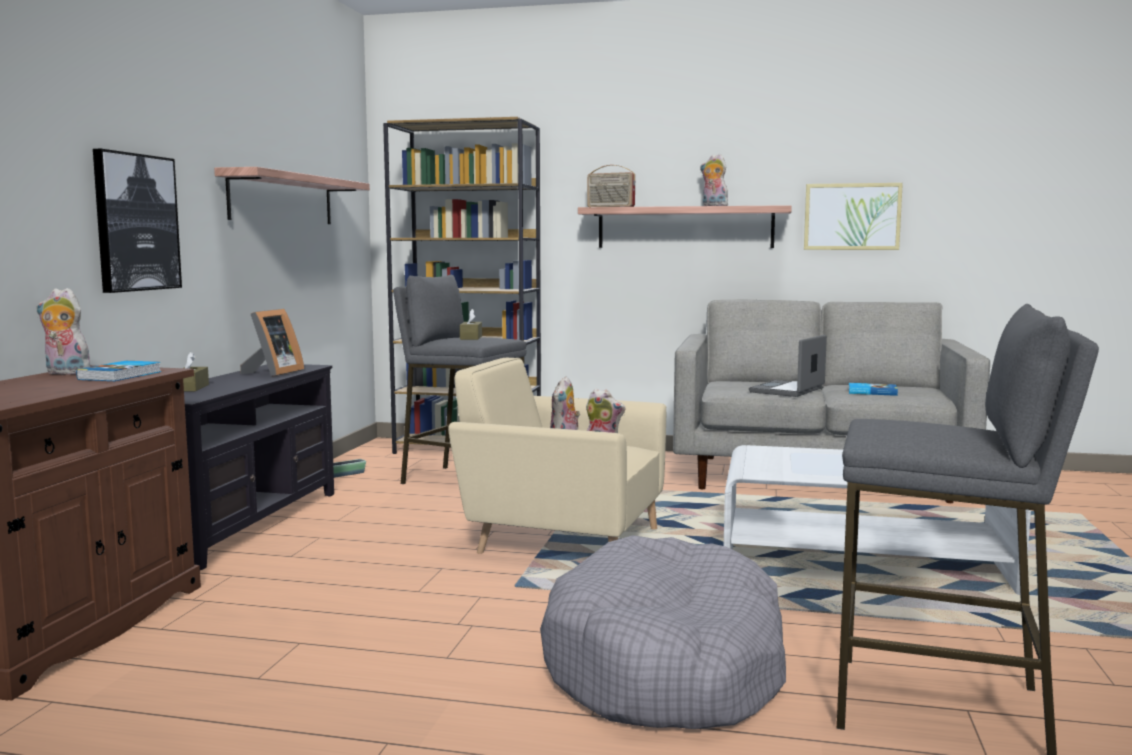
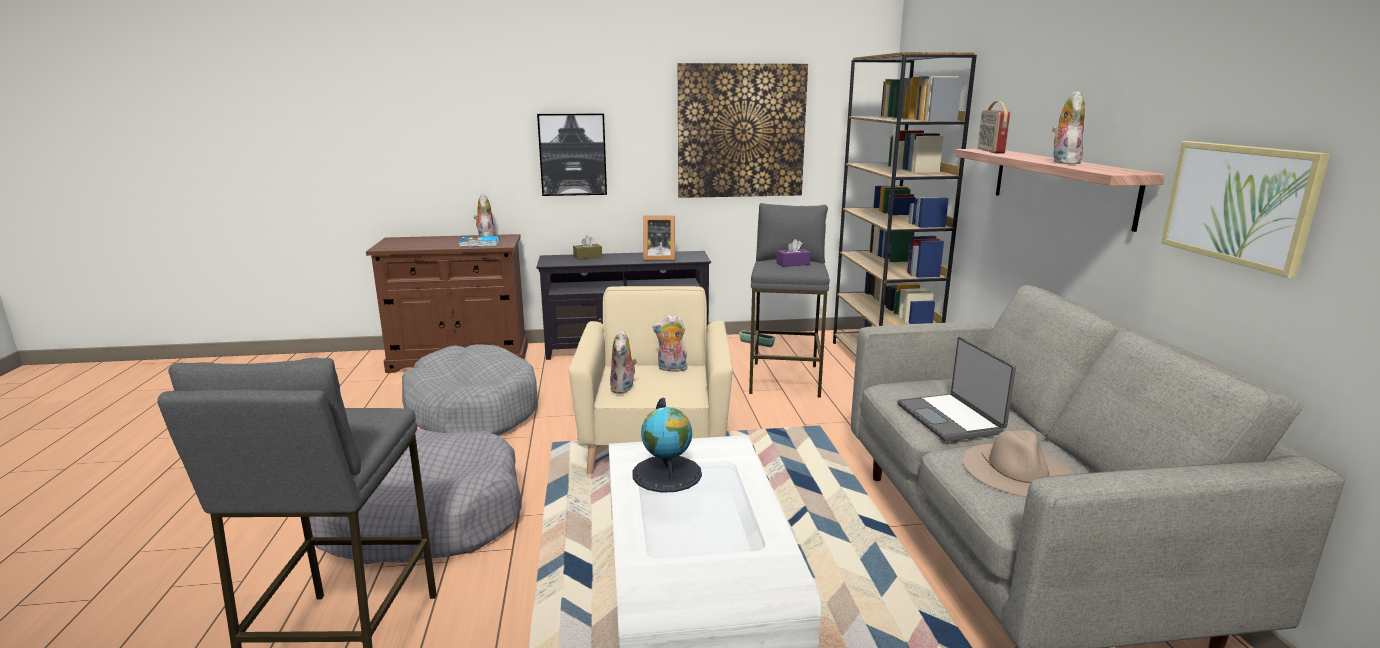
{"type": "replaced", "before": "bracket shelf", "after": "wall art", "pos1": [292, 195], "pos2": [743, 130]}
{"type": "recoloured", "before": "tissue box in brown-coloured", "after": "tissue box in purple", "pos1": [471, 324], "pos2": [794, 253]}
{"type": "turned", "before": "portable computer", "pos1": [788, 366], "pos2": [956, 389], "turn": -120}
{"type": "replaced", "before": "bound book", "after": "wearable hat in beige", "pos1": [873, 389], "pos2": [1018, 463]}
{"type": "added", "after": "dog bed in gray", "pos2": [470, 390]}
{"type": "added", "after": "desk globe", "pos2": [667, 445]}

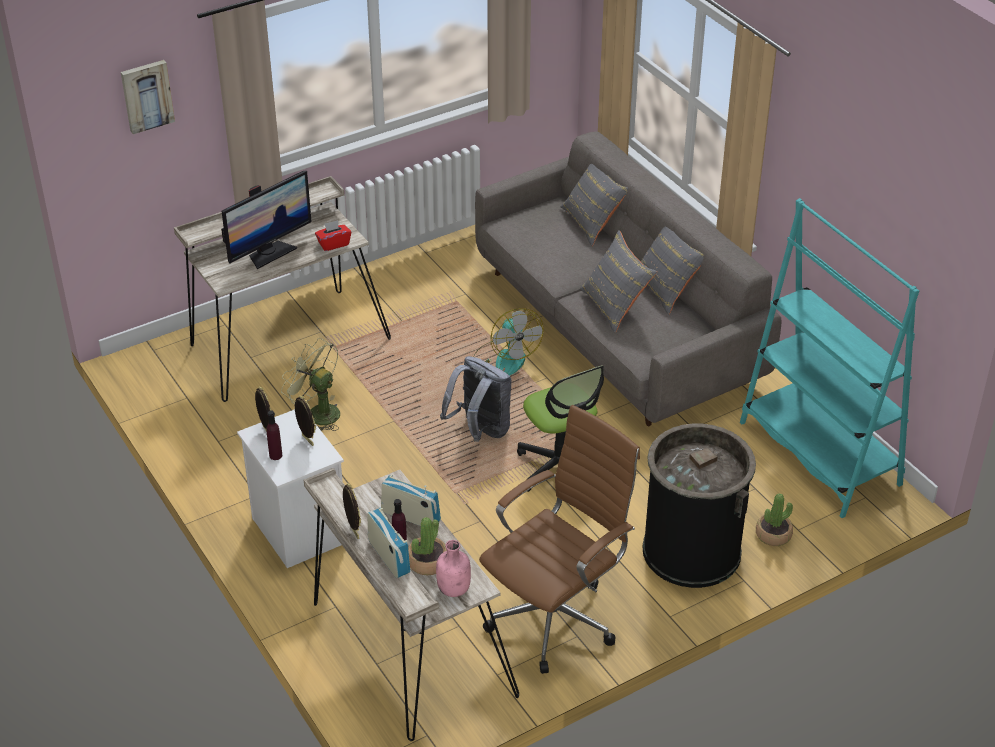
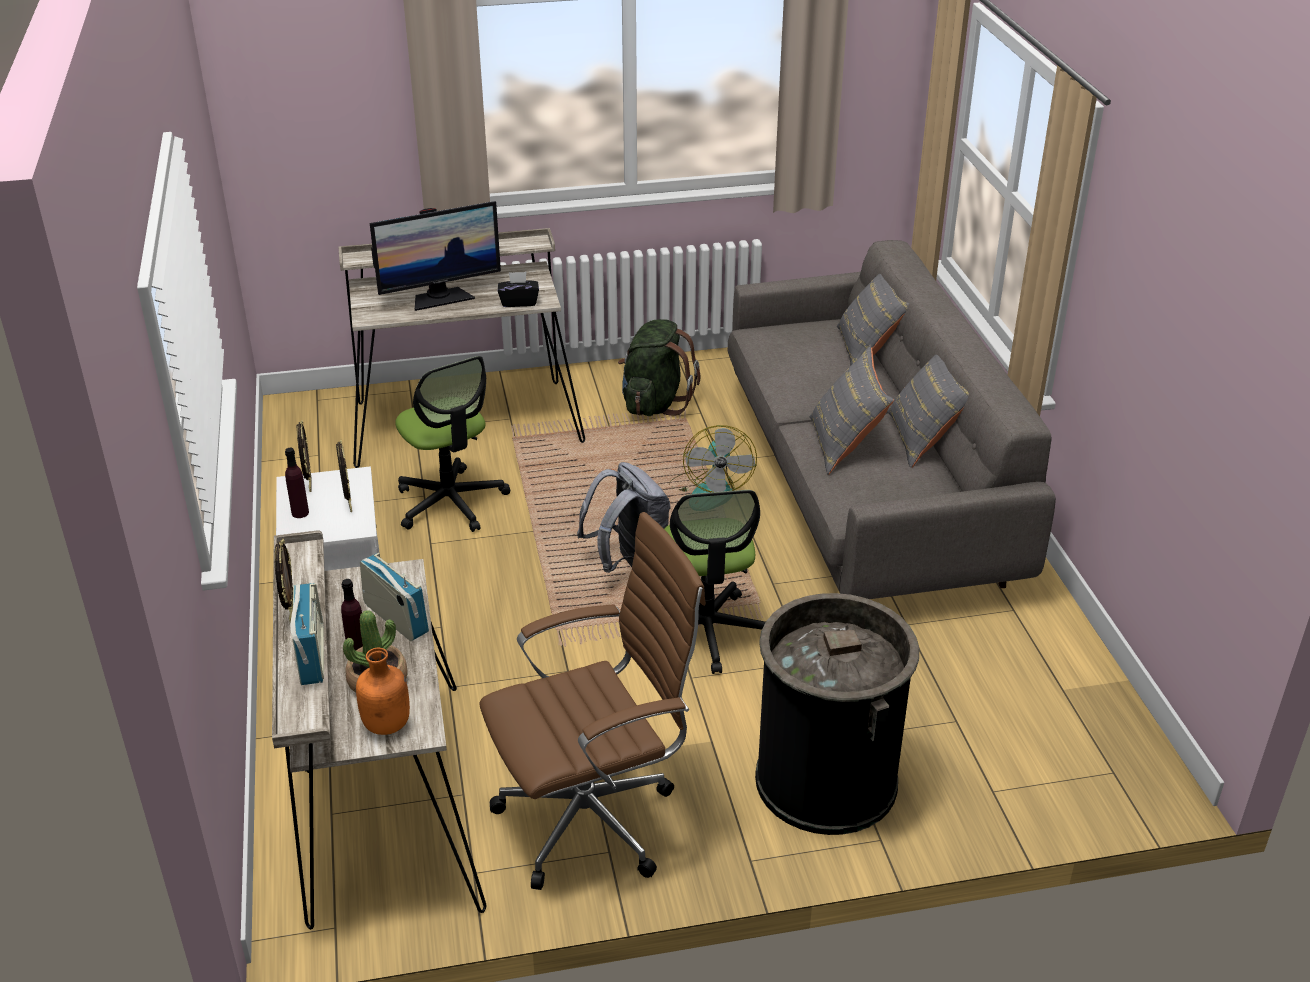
{"type": "removed", "before": "wall art", "pos1": [148, 97]}
{"type": "replaced", "before": "fan in green", "after": "computer chair", "pos1": [310, 384], "pos2": [452, 444]}
{"type": "recoloured", "before": "tissue box in reddish", "after": "tissue box in black", "pos1": [333, 235], "pos2": [518, 289]}
{"type": "recoloured", "before": "beverage bottle in pink-coloured", "after": "beverage bottle in orange", "pos1": [453, 568], "pos2": [383, 691]}
{"type": "removed", "before": "bookshelf in blue-green", "pos1": [829, 358]}
{"type": "removed", "before": "potted plant", "pos1": [774, 520]}
{"type": "added", "after": "rucksack in green", "pos2": [659, 367]}

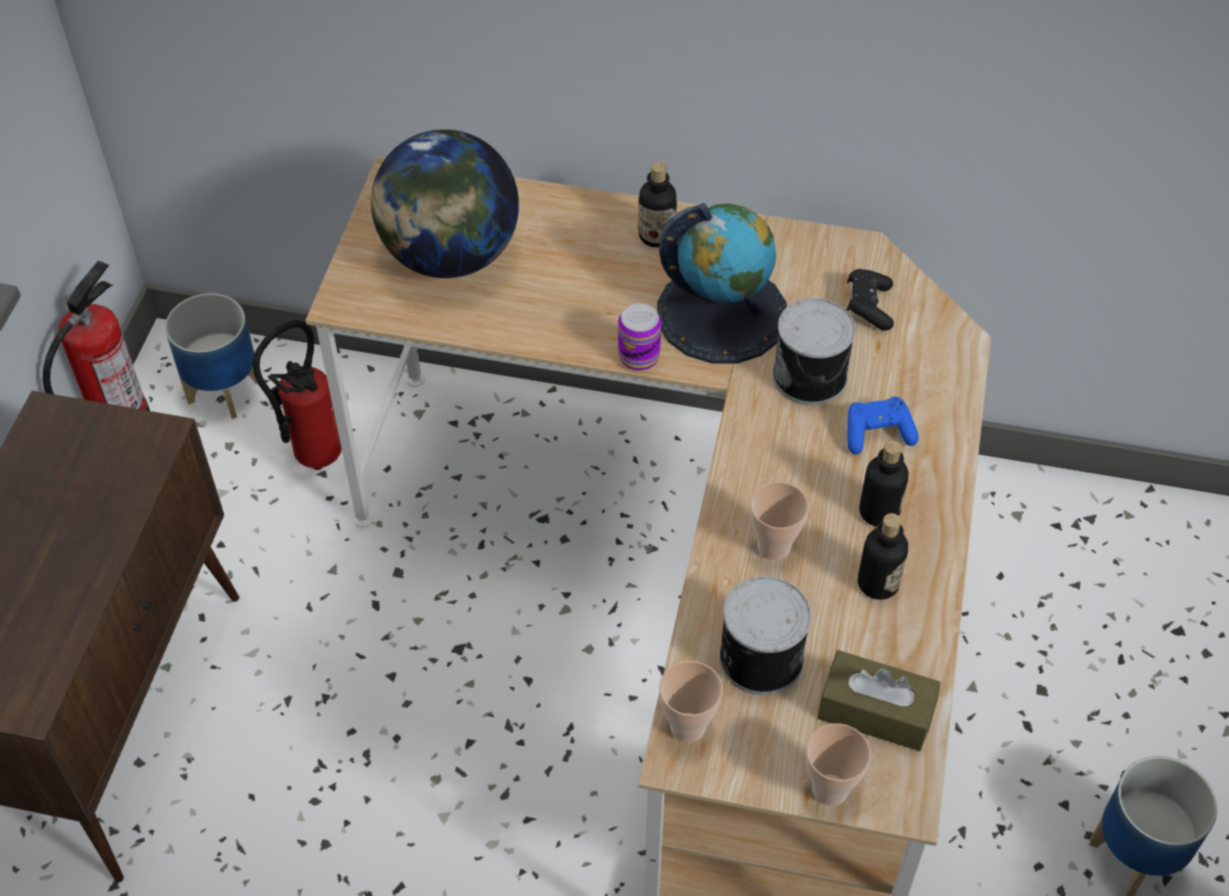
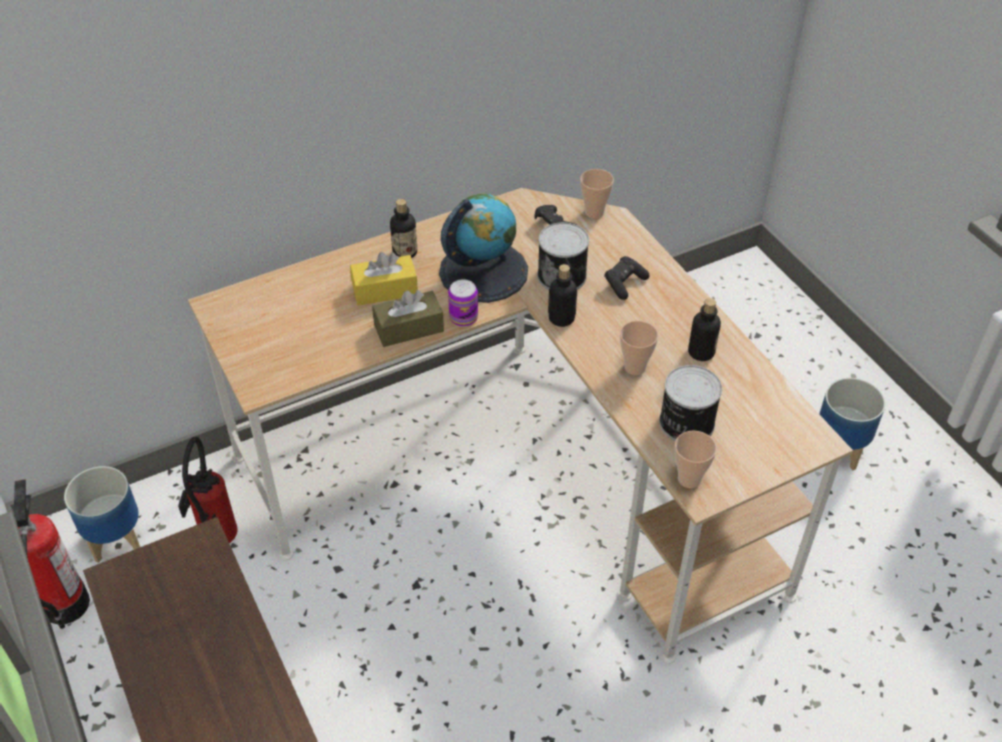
{"type": "removed", "before": "desk globe", "pos1": [445, 203]}
{"type": "moved", "before": "cup", "pos1": [838, 764], "pos2": [597, 193]}
{"type": "moved", "before": "tissue box in brown-coloured", "pos1": [879, 700], "pos2": [408, 318]}
{"type": "recoloured", "before": "gamepad in blue", "after": "gamepad in black", "pos1": [883, 425], "pos2": [626, 278]}
{"type": "moved", "before": "beverage bottle", "pos1": [884, 483], "pos2": [562, 295]}
{"type": "added", "after": "tissue box in yellow", "pos2": [384, 278]}

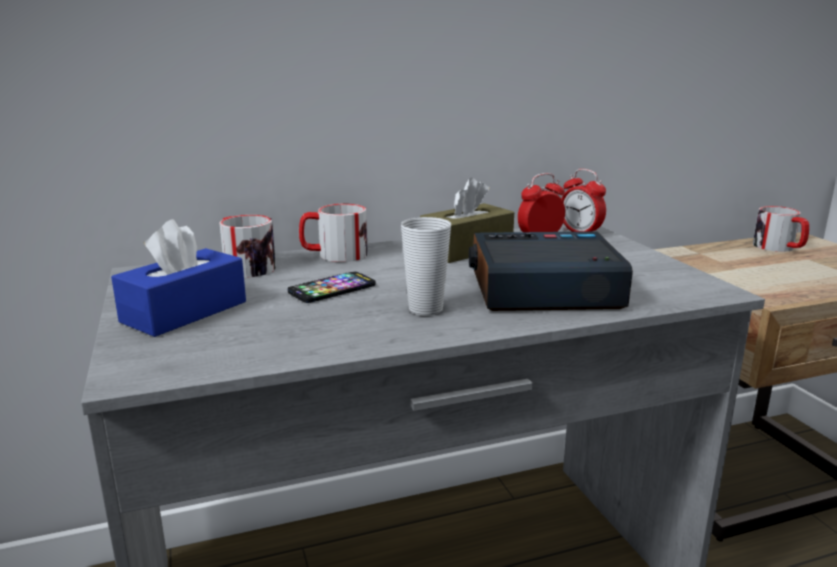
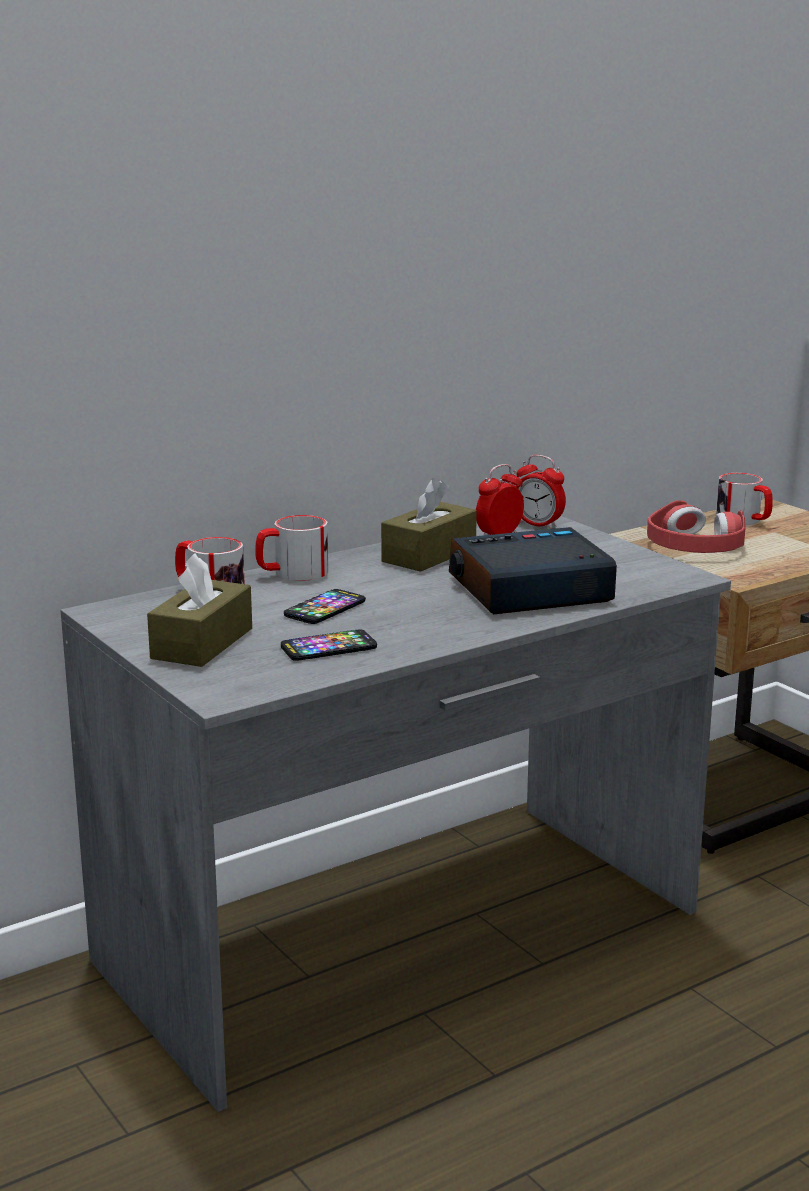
{"type": "recoloured", "before": "tissue box in blue", "after": "tissue box in brown-coloured", "pos1": [178, 278], "pos2": [199, 610]}
{"type": "removed", "before": "cup", "pos1": [426, 266]}
{"type": "added", "after": "phone", "pos2": [329, 645]}
{"type": "added", "after": "headphones in reddish", "pos2": [696, 526]}

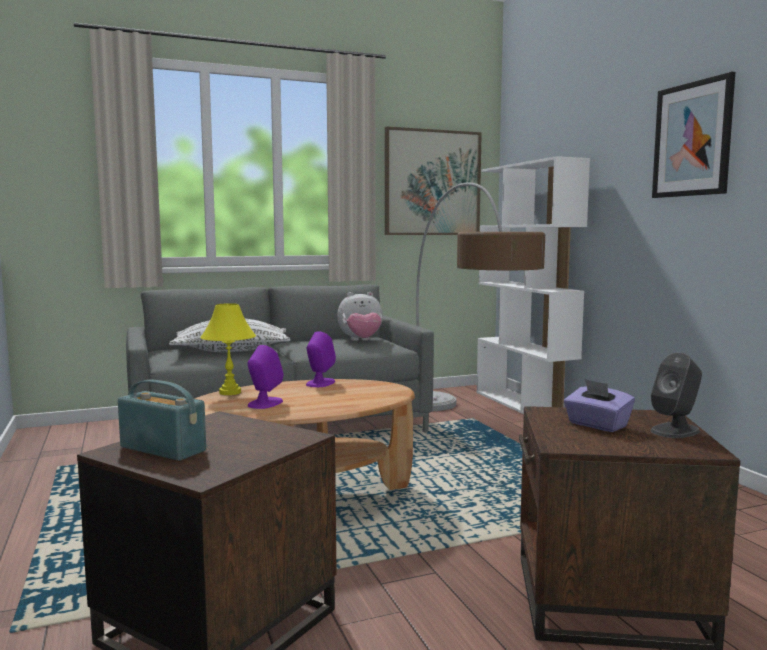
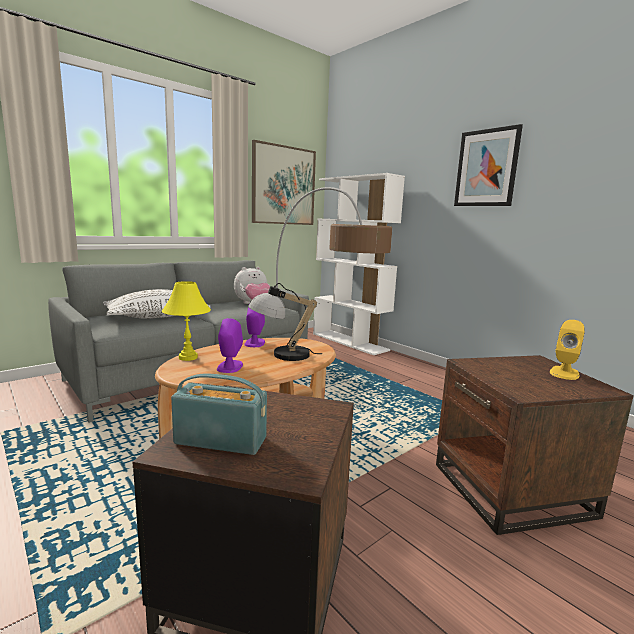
{"type": "removed", "before": "tissue box in purple", "pos1": [599, 405]}
{"type": "recoloured", "before": "speaker in gray", "after": "speaker in yellow", "pos1": [676, 395], "pos2": [567, 350]}
{"type": "added", "after": "table lamp", "pos2": [285, 322]}

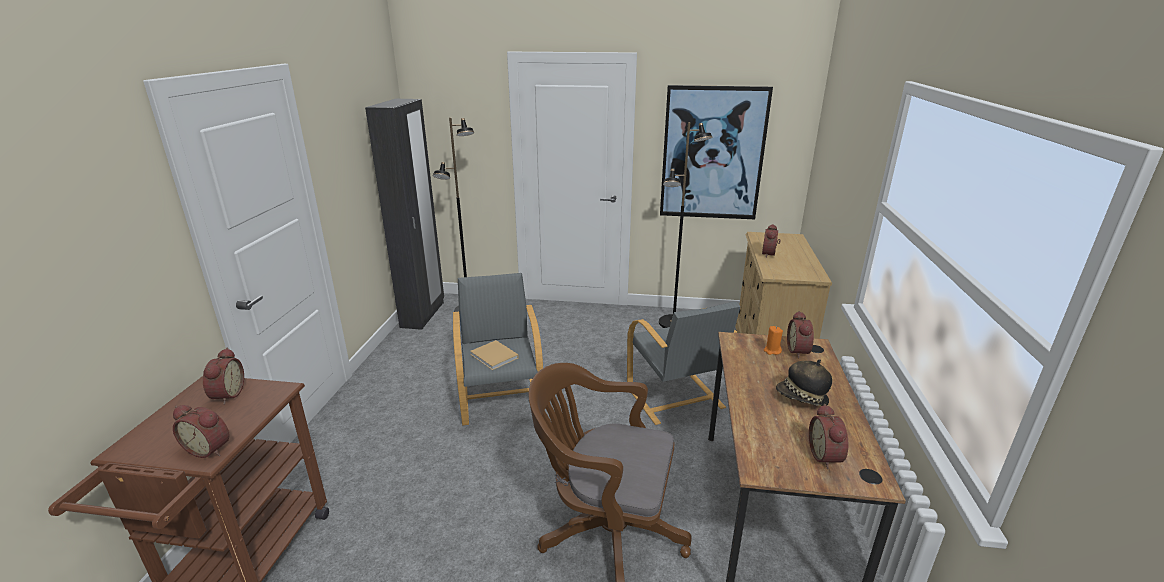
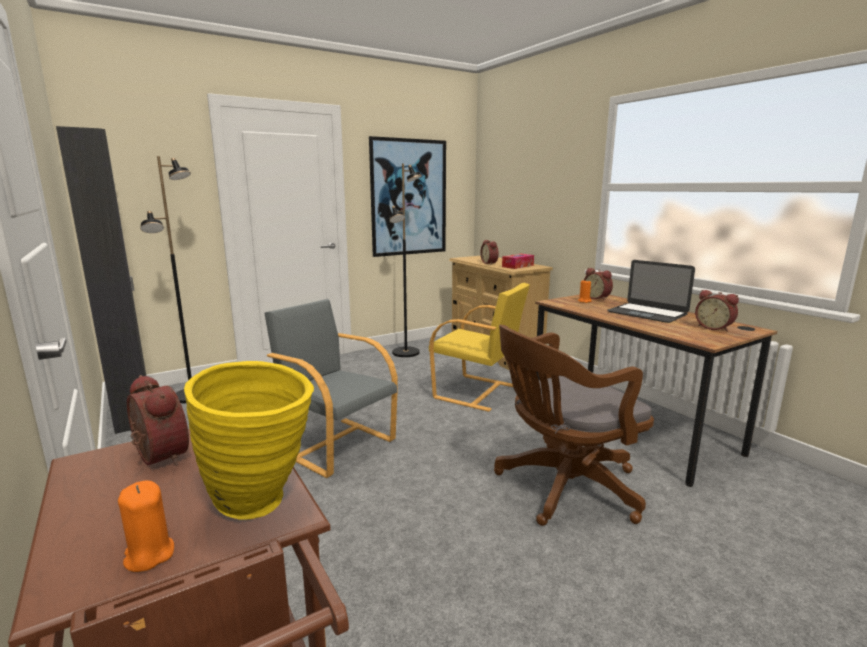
{"type": "replaced", "before": "table clock", "after": "vase in yellow", "pos1": [201, 431], "pos2": [249, 440]}
{"type": "removed", "before": "bound book in beige", "pos1": [494, 355]}
{"type": "recoloured", "before": "easy chair in gray", "after": "easy chair in yellow", "pos1": [683, 363], "pos2": [479, 347]}
{"type": "replaced", "before": "wearable hat", "after": "portable computer", "pos1": [804, 382], "pos2": [651, 291]}
{"type": "added", "after": "wax candle in orange", "pos2": [146, 526]}
{"type": "added", "after": "tissue box", "pos2": [518, 261]}

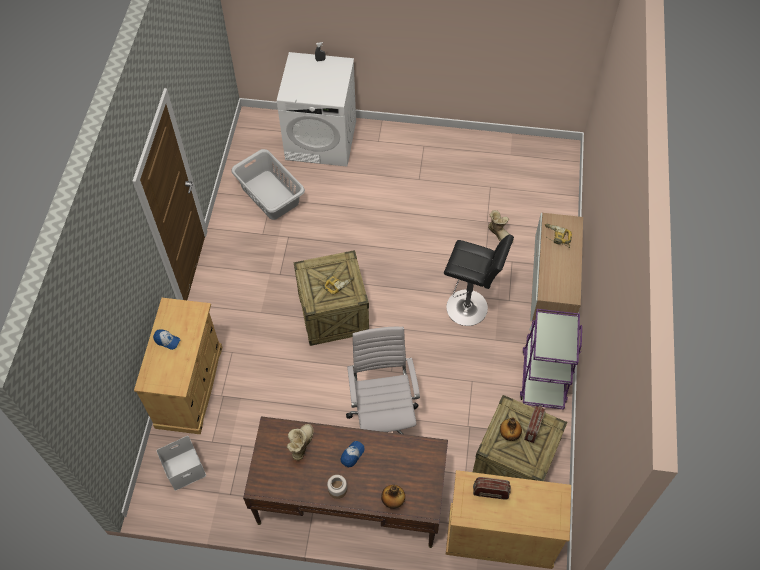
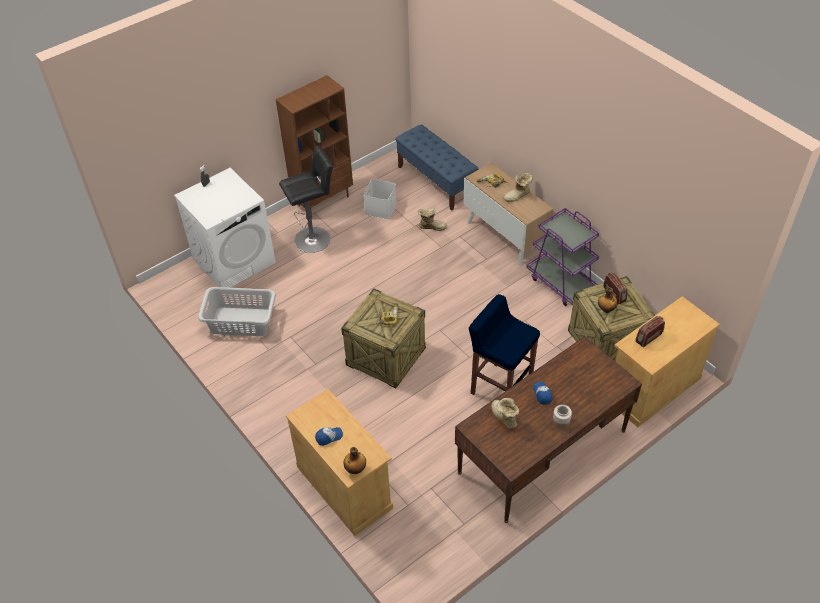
{"type": "moved", "before": "storage container in white-coloured", "pos1": [181, 463], "pos2": [380, 199]}
{"type": "replaced", "before": "computer chair in white-coloured", "after": "stool in blue", "pos1": [383, 380], "pos2": [504, 344]}
{"type": "moved", "before": "beverage bottle", "pos1": [393, 497], "pos2": [354, 460]}
{"type": "moved", "before": "stool in black", "pos1": [479, 280], "pos2": [306, 199]}
{"type": "added", "after": "bookshelf in brown-coloured", "pos2": [314, 144]}
{"type": "added", "after": "bench in blue", "pos2": [437, 167]}
{"type": "added", "after": "high-top boot", "pos2": [518, 187]}

